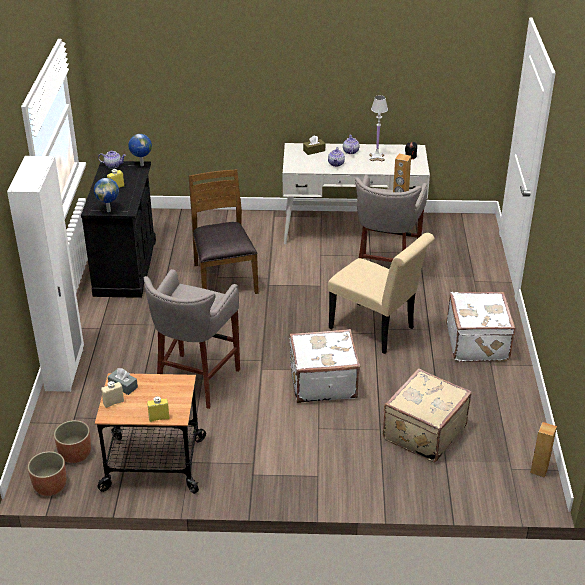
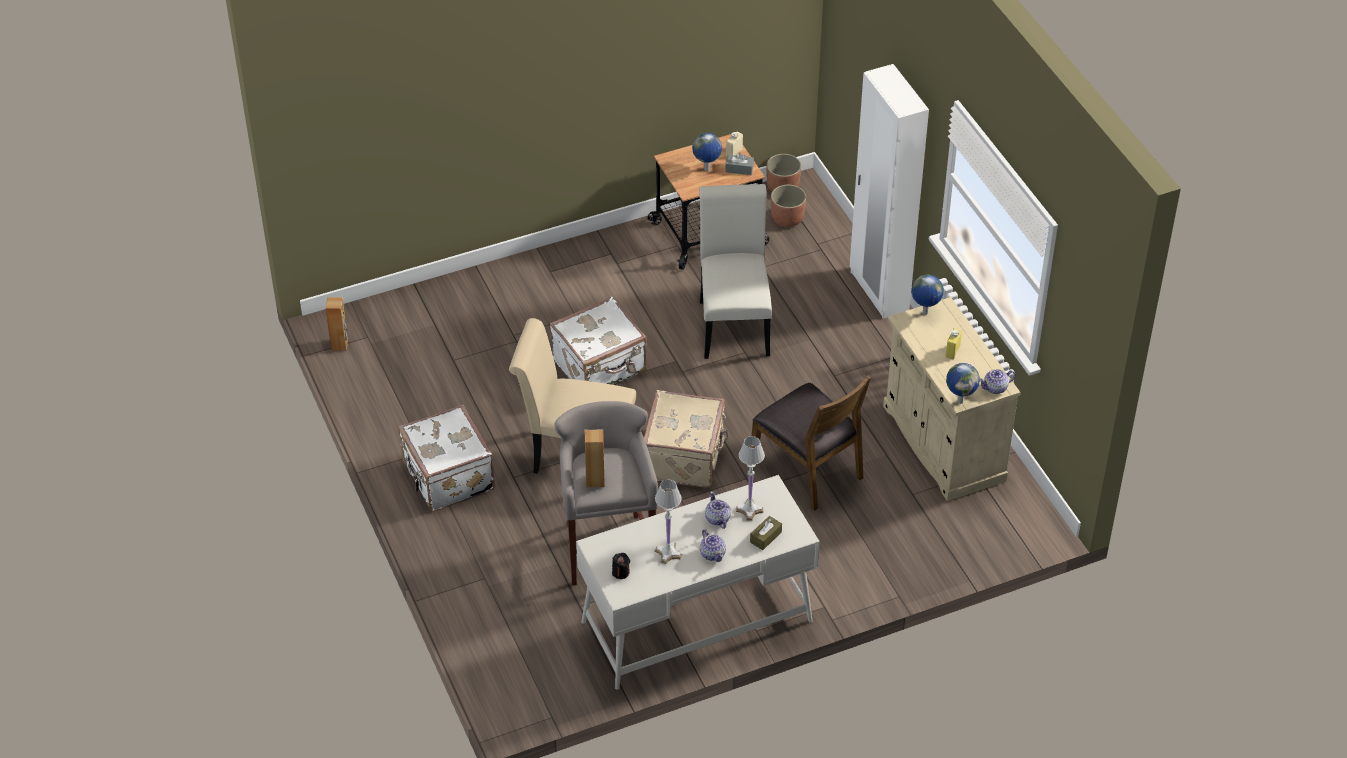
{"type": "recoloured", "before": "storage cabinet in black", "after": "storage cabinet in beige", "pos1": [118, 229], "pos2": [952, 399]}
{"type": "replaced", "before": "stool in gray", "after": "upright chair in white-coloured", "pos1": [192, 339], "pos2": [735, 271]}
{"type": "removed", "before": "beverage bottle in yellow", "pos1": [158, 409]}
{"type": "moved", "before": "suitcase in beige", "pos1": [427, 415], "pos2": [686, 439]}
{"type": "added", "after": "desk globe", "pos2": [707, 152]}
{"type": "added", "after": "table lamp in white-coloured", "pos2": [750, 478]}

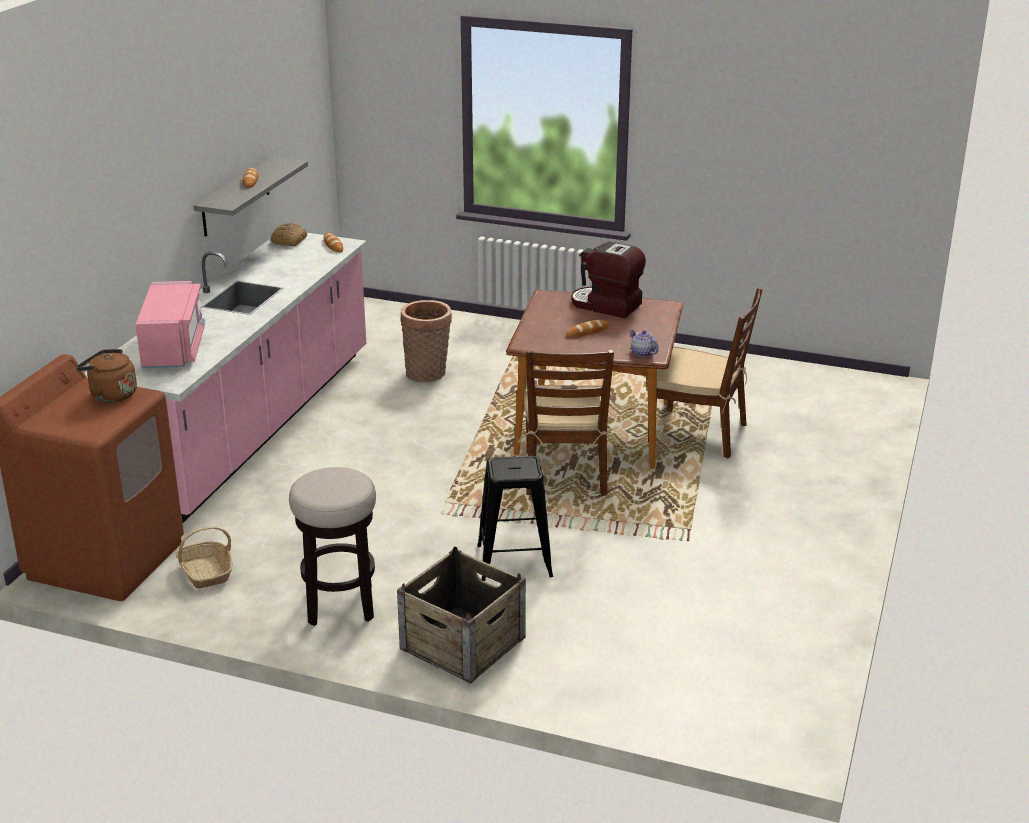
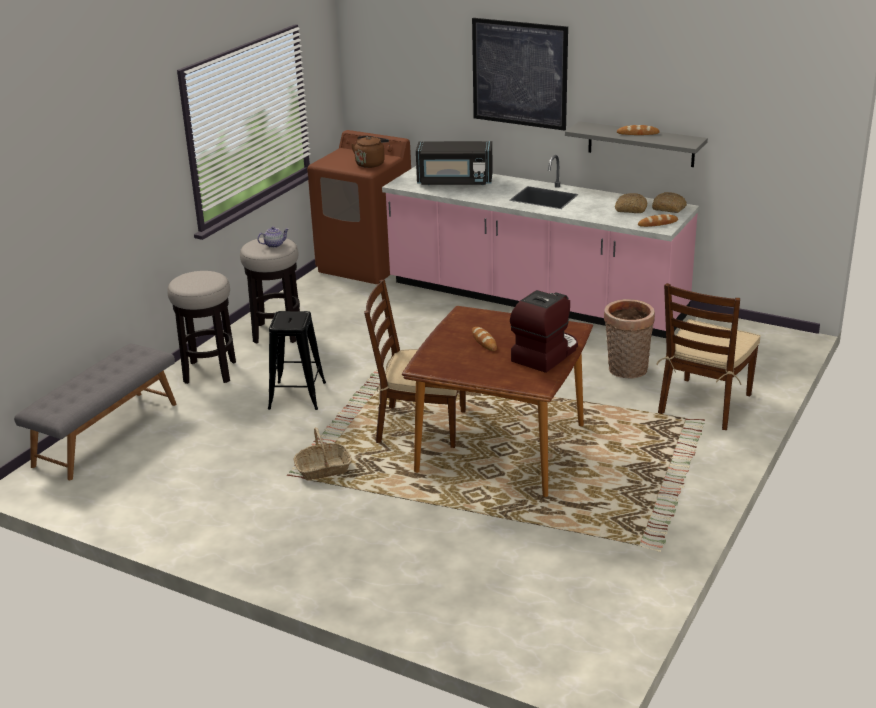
{"type": "recoloured", "before": "kitchen microwave in pink-coloured", "after": "kitchen microwave in black", "pos1": [170, 324], "pos2": [454, 163]}
{"type": "moved", "before": "basket", "pos1": [204, 557], "pos2": [322, 454]}
{"type": "replaced", "before": "packing crate", "after": "stool", "pos1": [461, 615], "pos2": [201, 327]}
{"type": "moved", "before": "teapot", "pos1": [644, 343], "pos2": [273, 237]}
{"type": "moved", "before": "upright chair in brown-coloured", "pos1": [705, 372], "pos2": [708, 356]}
{"type": "added", "after": "bench in gray", "pos2": [95, 411]}
{"type": "added", "after": "wall art", "pos2": [520, 74]}
{"type": "added", "after": "baked bread", "pos2": [631, 203]}

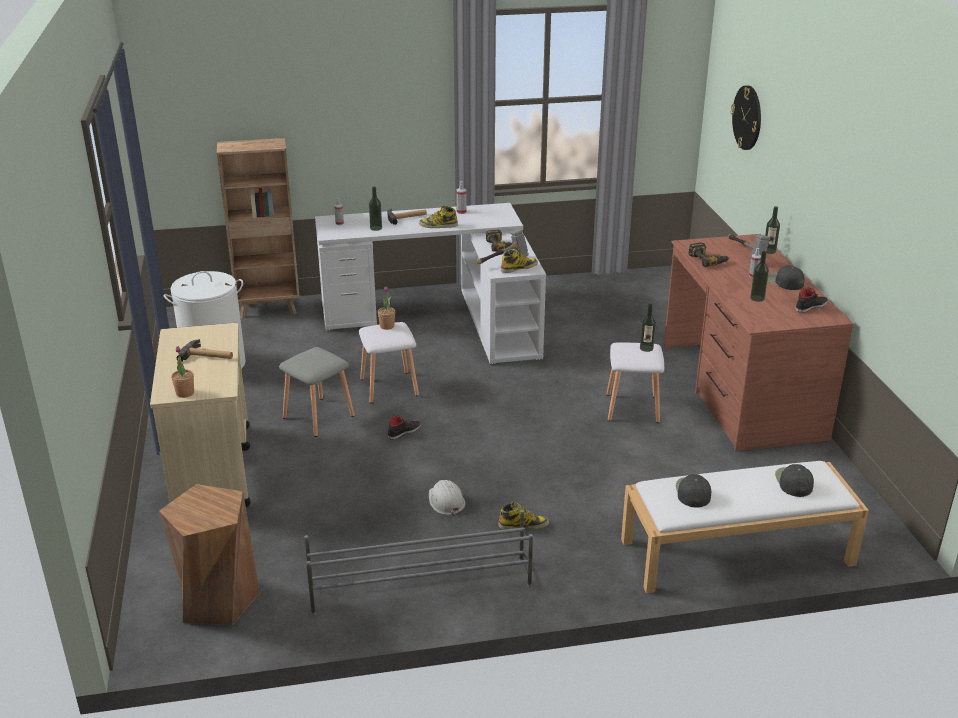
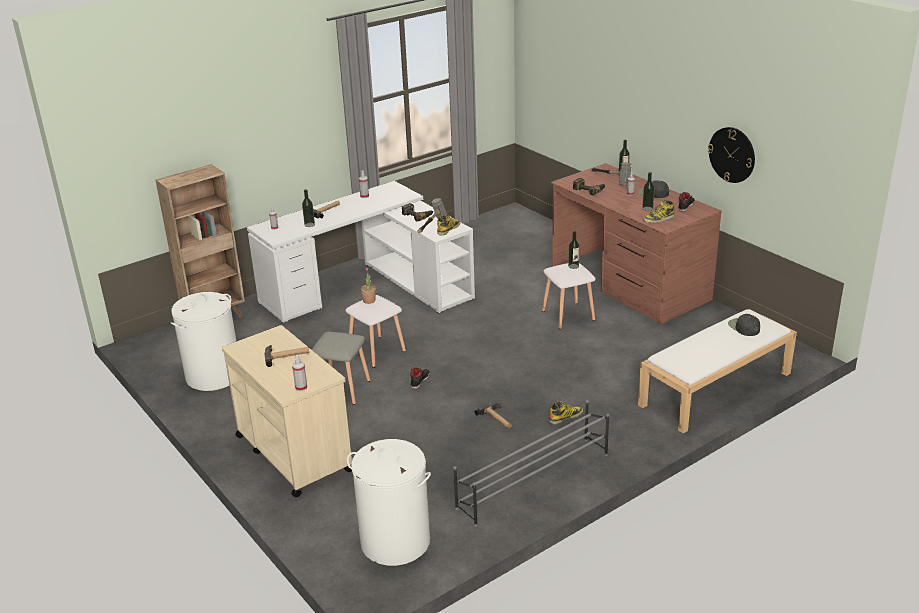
{"type": "replaced", "before": "stool in brown-coloured", "after": "hamper in white-coloured", "pos1": [209, 554], "pos2": [389, 502]}
{"type": "replaced", "before": "potted plant", "after": "spray bottle", "pos1": [182, 372], "pos2": [299, 373]}
{"type": "moved", "before": "high-top boot", "pos1": [438, 216], "pos2": [659, 211]}
{"type": "replaced", "before": "safety helmet in white-coloured", "after": "hammer", "pos1": [447, 498], "pos2": [493, 415]}
{"type": "removed", "before": "baseball cap in black", "pos1": [693, 491]}
{"type": "moved", "before": "wall clock", "pos1": [746, 117], "pos2": [731, 155]}

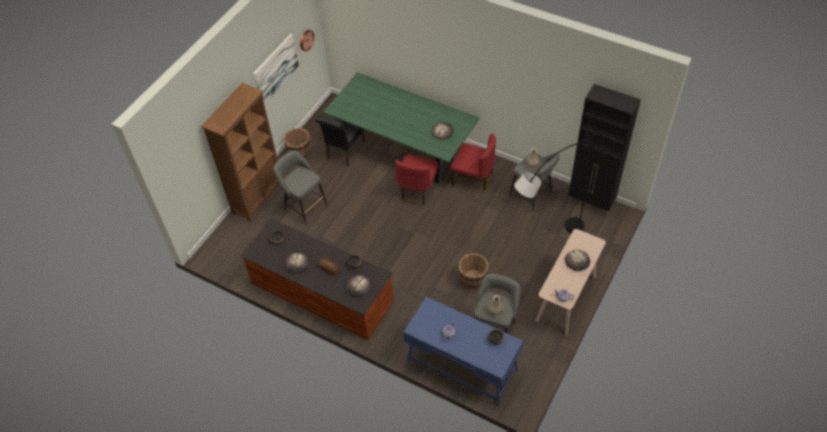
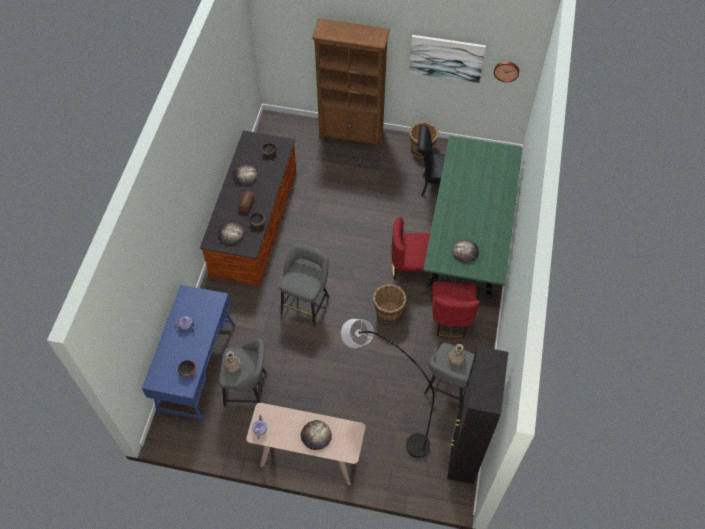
{"type": "moved", "before": "stool in gray", "pos1": [301, 187], "pos2": [304, 285]}
{"type": "moved", "before": "pail in brown-coloured", "pos1": [474, 271], "pos2": [389, 303]}

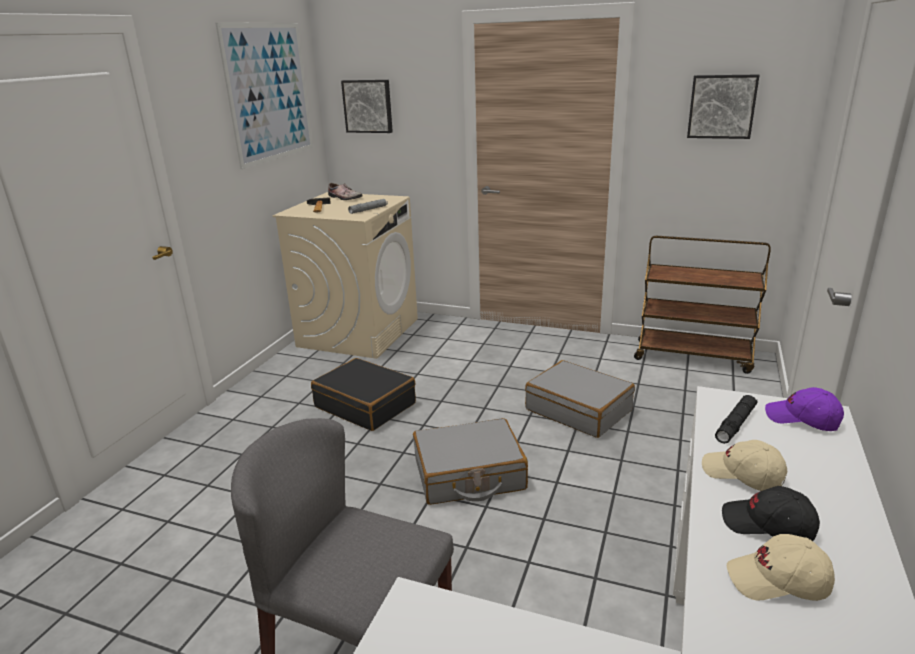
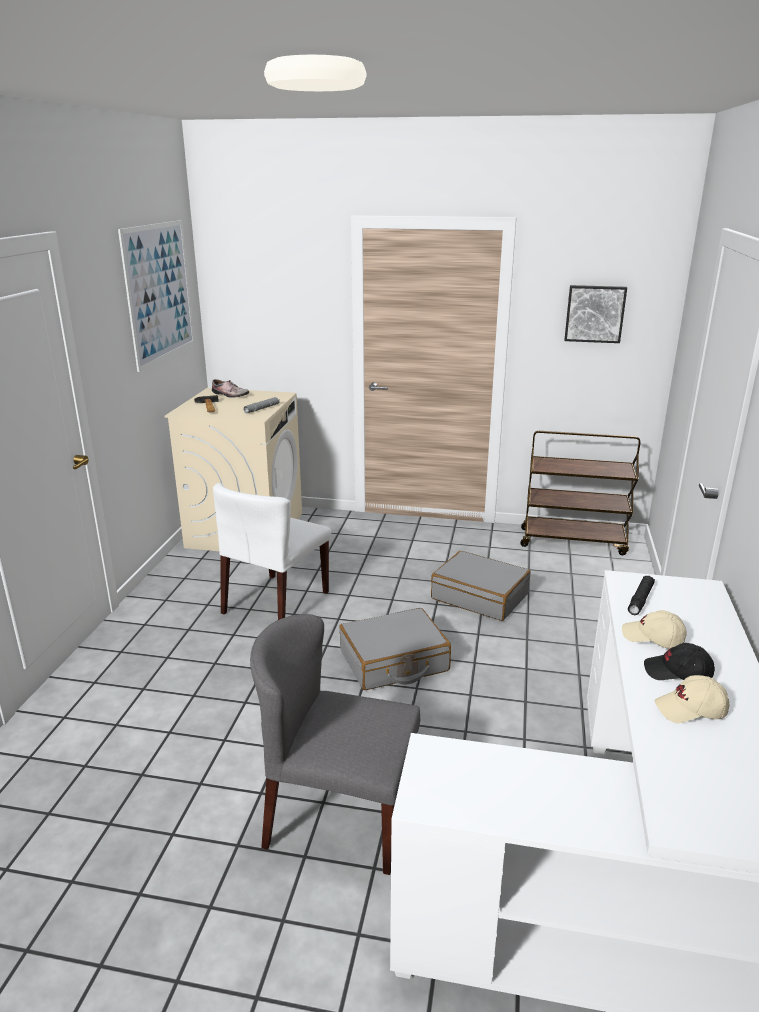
{"type": "replaced", "before": "suitcase in black", "after": "upright chair in white-coloured", "pos1": [363, 394], "pos2": [272, 551]}
{"type": "removed", "before": "wall art", "pos1": [367, 106]}
{"type": "removed", "before": "baseball cap in purple", "pos1": [804, 409]}

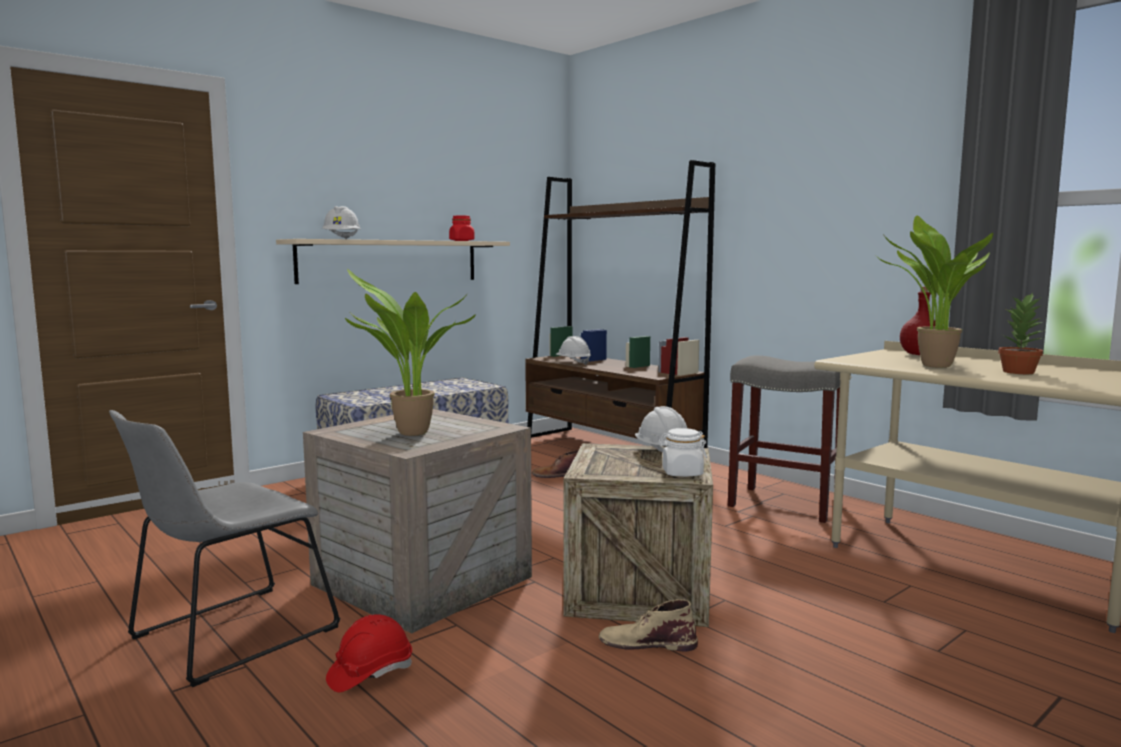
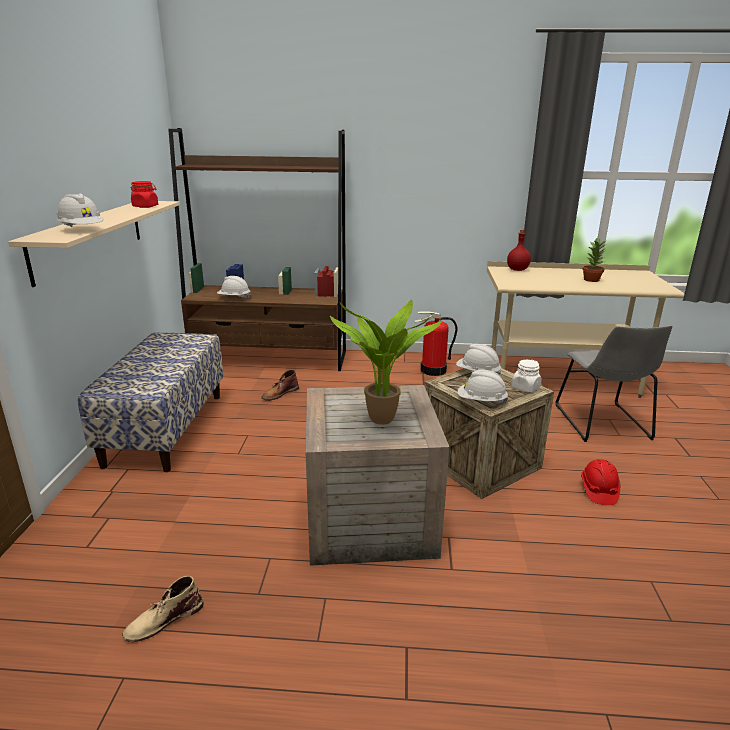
{"type": "moved", "before": "upright chair in gray", "pos1": [224, 548], "pos2": [613, 383]}
{"type": "moved", "before": "safety helmet in reddish", "pos1": [369, 653], "pos2": [600, 482]}
{"type": "moved", "before": "high-top boot in beige", "pos1": [648, 625], "pos2": [163, 609]}
{"type": "replaced", "before": "stool in gray", "after": "extinguisher", "pos1": [789, 439], "pos2": [436, 343]}
{"type": "removed", "before": "potted plant", "pos1": [934, 291]}
{"type": "added", "after": "safety helmet in white-coloured", "pos2": [483, 386]}

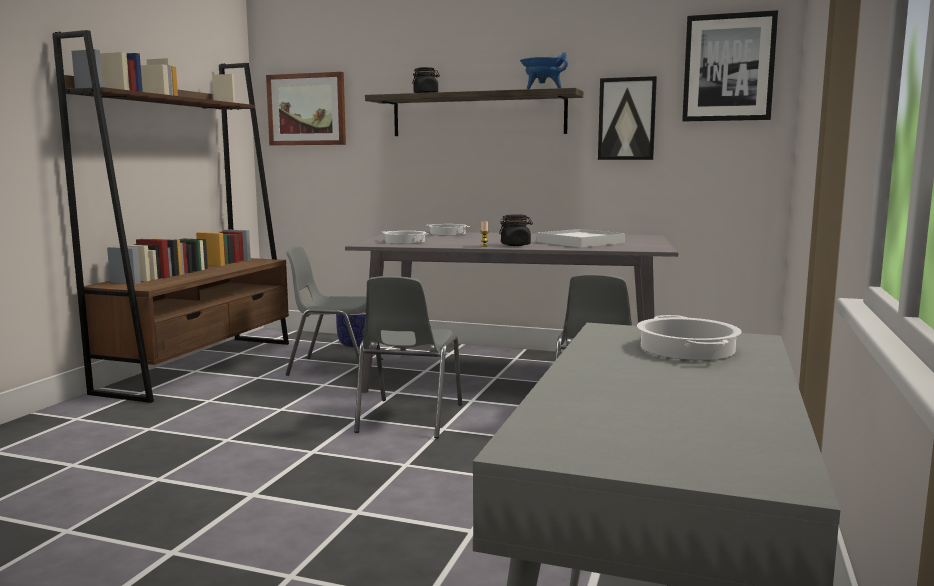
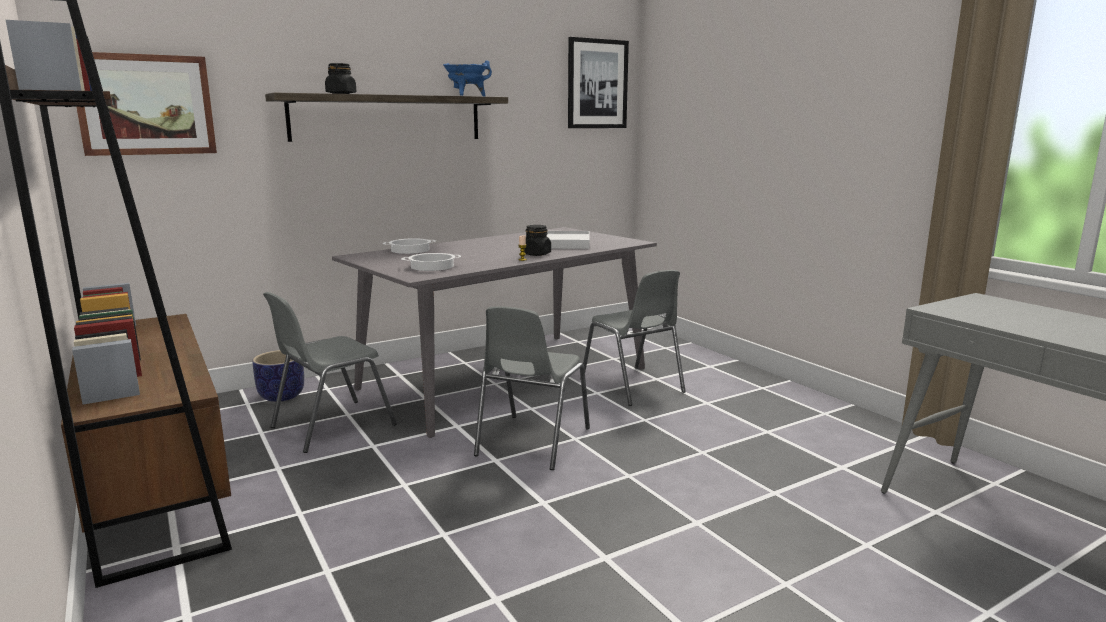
{"type": "turned", "before": "upright chair in gray", "pos1": [408, 357], "pos2": [532, 388], "turn": 60}
{"type": "removed", "before": "wall art", "pos1": [627, 118]}
{"type": "removed", "before": "stockpot", "pos1": [689, 337]}

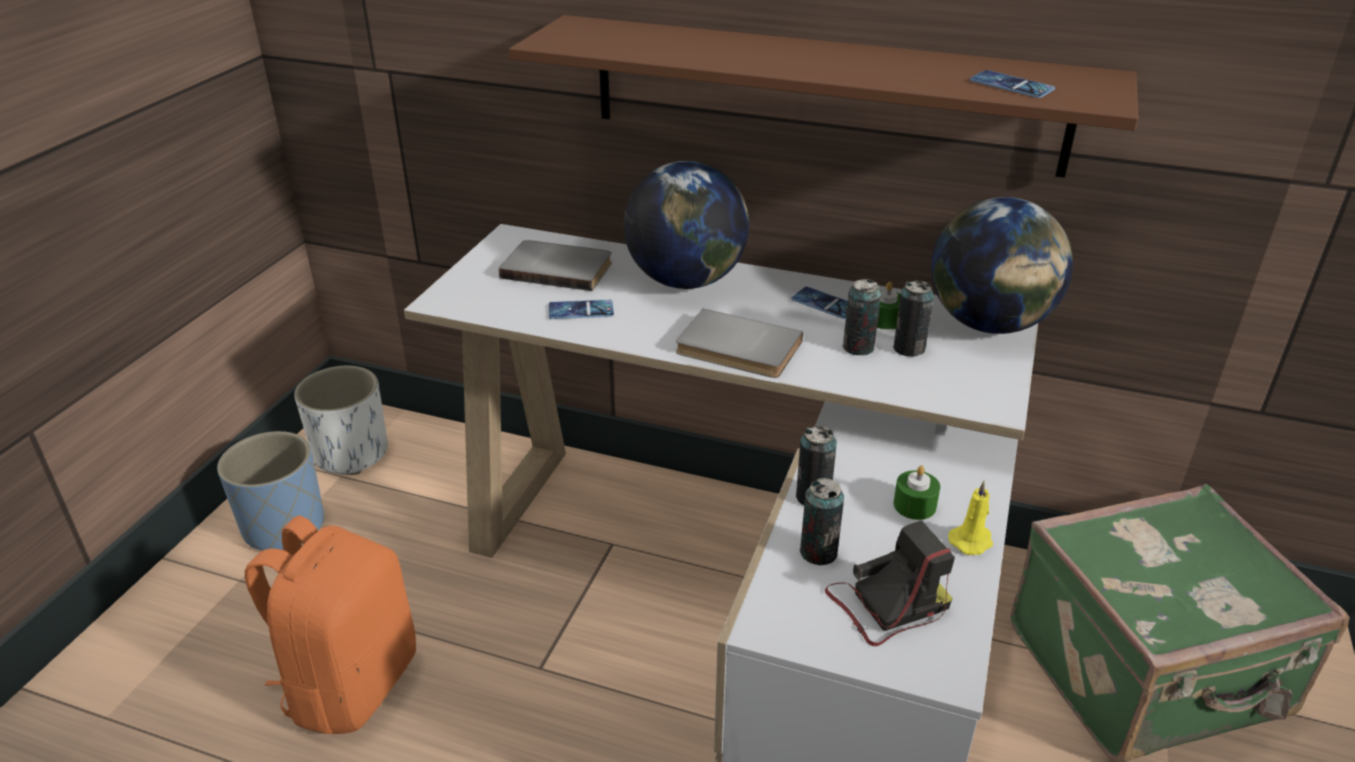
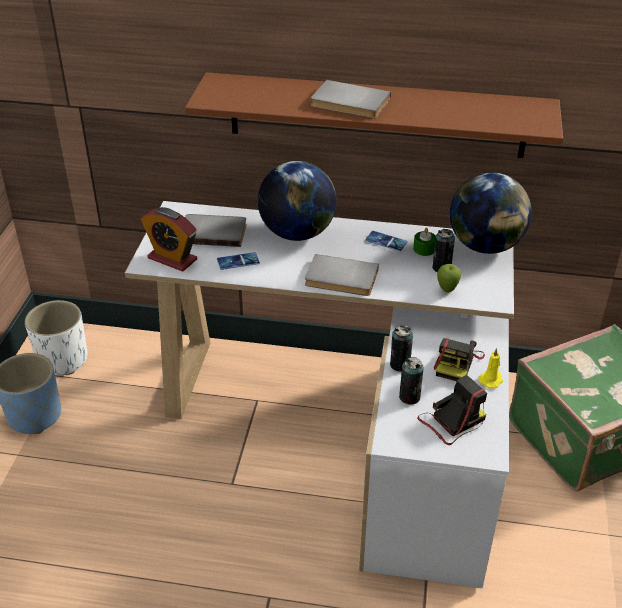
{"type": "removed", "before": "rucksack in orange", "pos1": [330, 625]}
{"type": "removed", "before": "metal can", "pos1": [862, 317]}
{"type": "replaced", "before": "wax candle in green", "after": "still camera", "pos1": [916, 492], "pos2": [459, 359]}
{"type": "removed", "before": "phone", "pos1": [1012, 84]}
{"type": "added", "after": "table clock", "pos2": [169, 239]}
{"type": "added", "after": "bound book in gray", "pos2": [351, 99]}
{"type": "added", "after": "whole apple", "pos2": [449, 278]}

